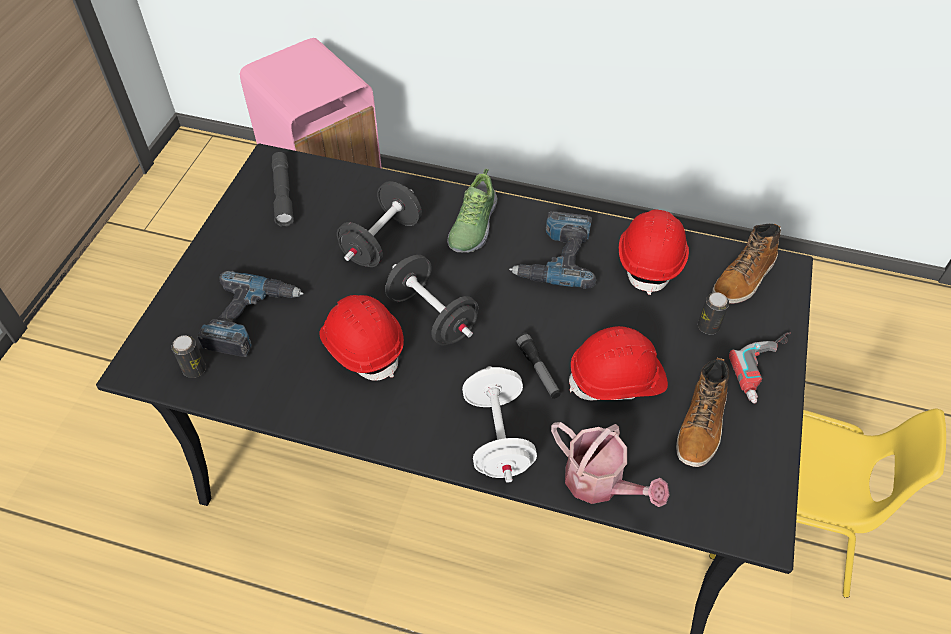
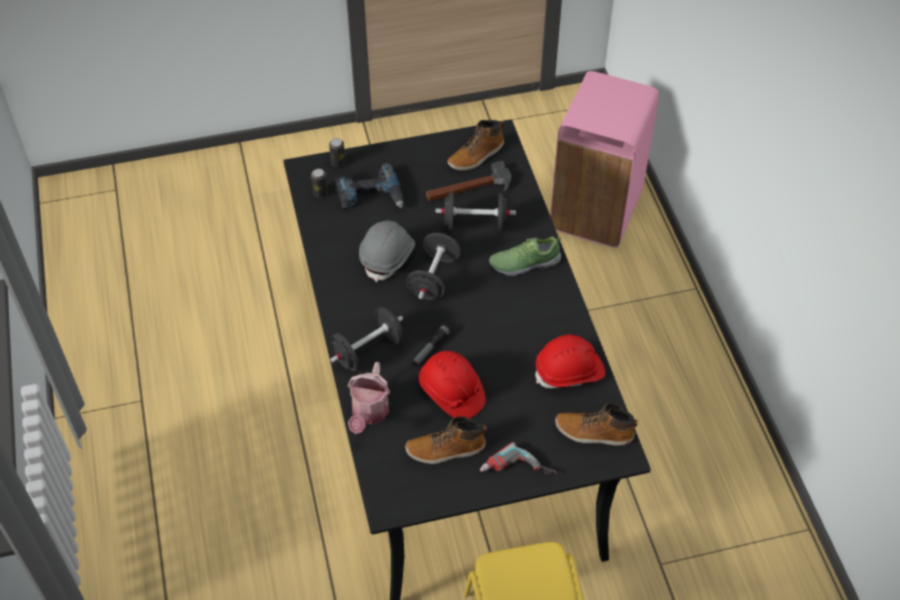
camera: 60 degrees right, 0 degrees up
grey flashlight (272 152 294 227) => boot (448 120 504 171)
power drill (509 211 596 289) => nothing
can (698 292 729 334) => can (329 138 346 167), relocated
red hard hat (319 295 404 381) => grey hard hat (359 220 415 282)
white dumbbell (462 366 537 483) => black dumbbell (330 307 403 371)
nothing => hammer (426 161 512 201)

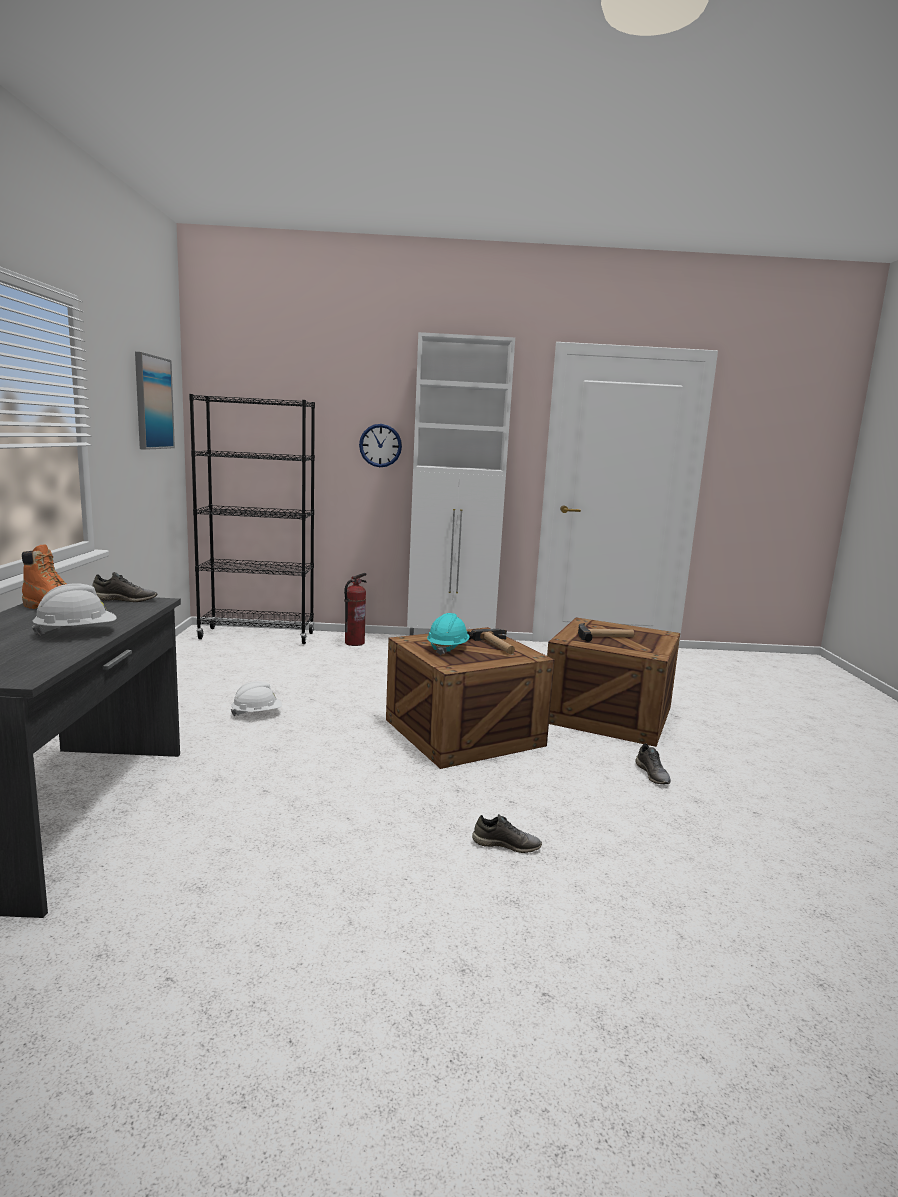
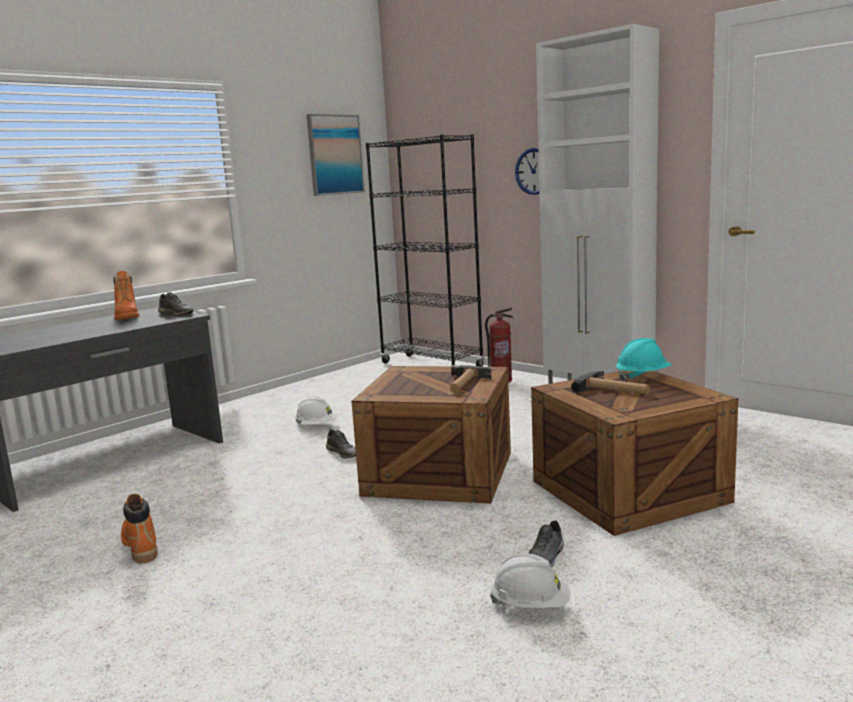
camera: 45 degrees right, 0 degrees up
white hard hat (32 583 117 637) => white hard hat (490 554 570 608), relocated
turquoise hard hat (427 613 469 655) => turquoise hard hat (616 338 672 381), relocated
grey shoe (472 814 542 853) => grey shoe (326 429 356 458), relocated
nothing => orange boot (121 494 158 564)

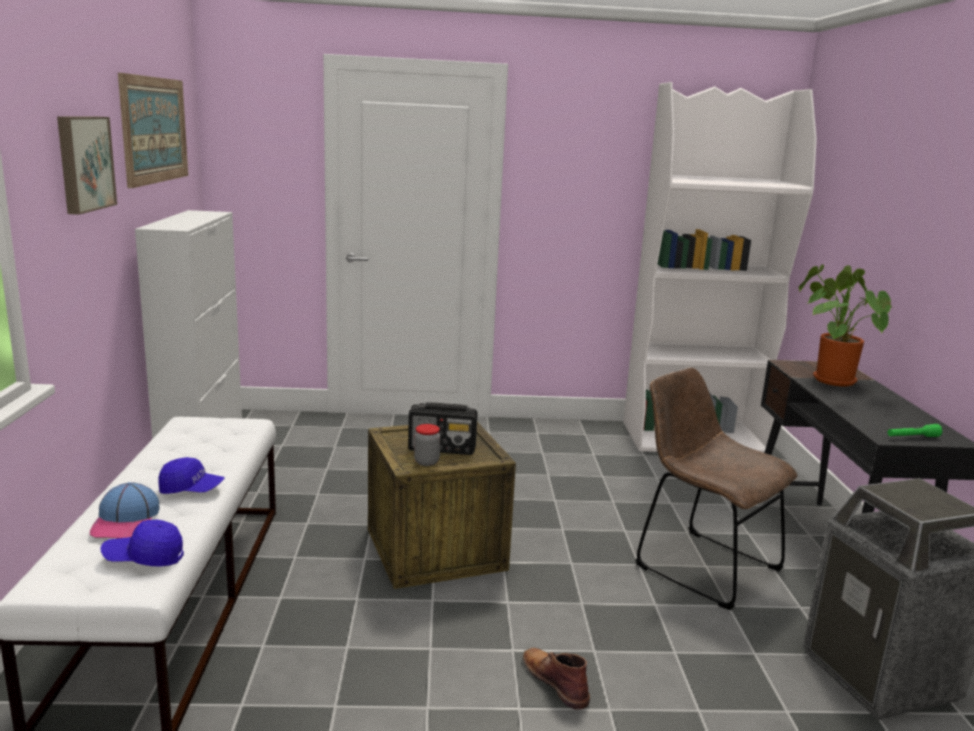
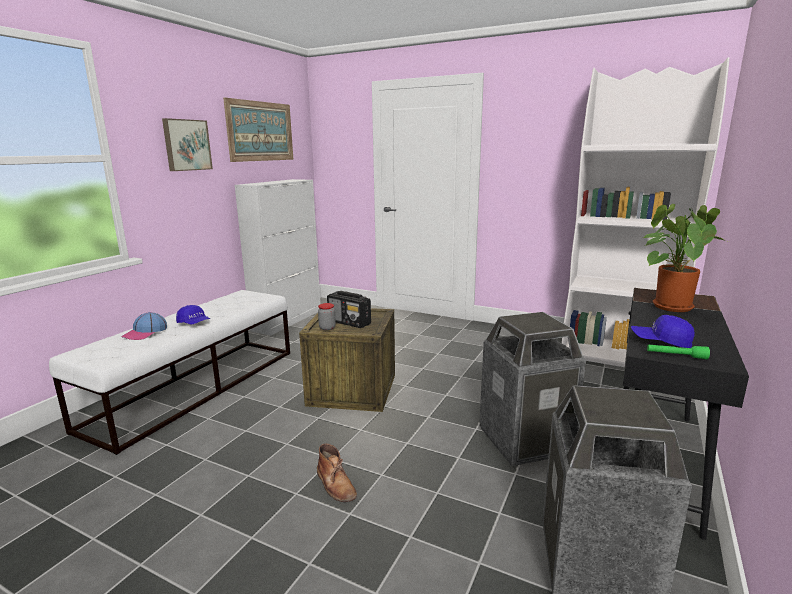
camera: 30 degrees right, 0 degrees up
brown chair (636 367 797 610) => trash can (479 312 586 466)
blue cap (101 520 184 566) => blue cap (631 315 695 348), relocated
brown boot (523 648 590 710) => brown boot (317 443 357 502), 150 degrees clockwise

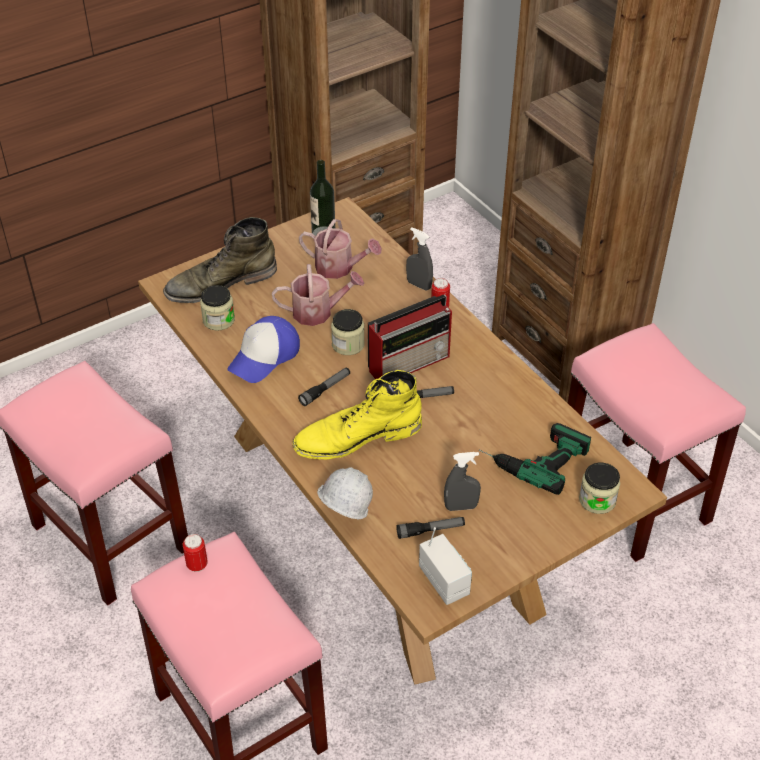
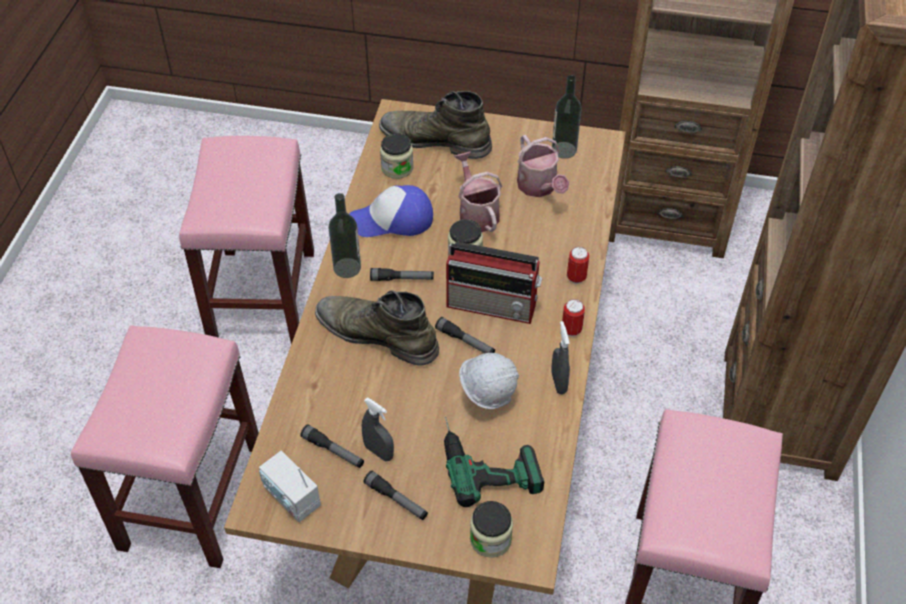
camera: 45 degrees right, 5 degrees up
grey spray bottle (406 227 433 290) => grey spray bottle (551 321 570 394), relocated
watering can (272 264 364 326) => watering can (454 152 502 232), 150 degrees counterclockwise
yellow boot (293 370 422 460) => green boot (315 290 439 365)
white hard hat (317 467 373 519) => white hard hat (459 353 519 410), relocated
radio (419 527 472 605) => radio (259 451 321 522), 120 degrees clockwise
can (183 534 208 572) => can (562 299 585 337), relocated
nothing => bottle (328 193 361 278)
nothing => flashlight (363 471 428 520)

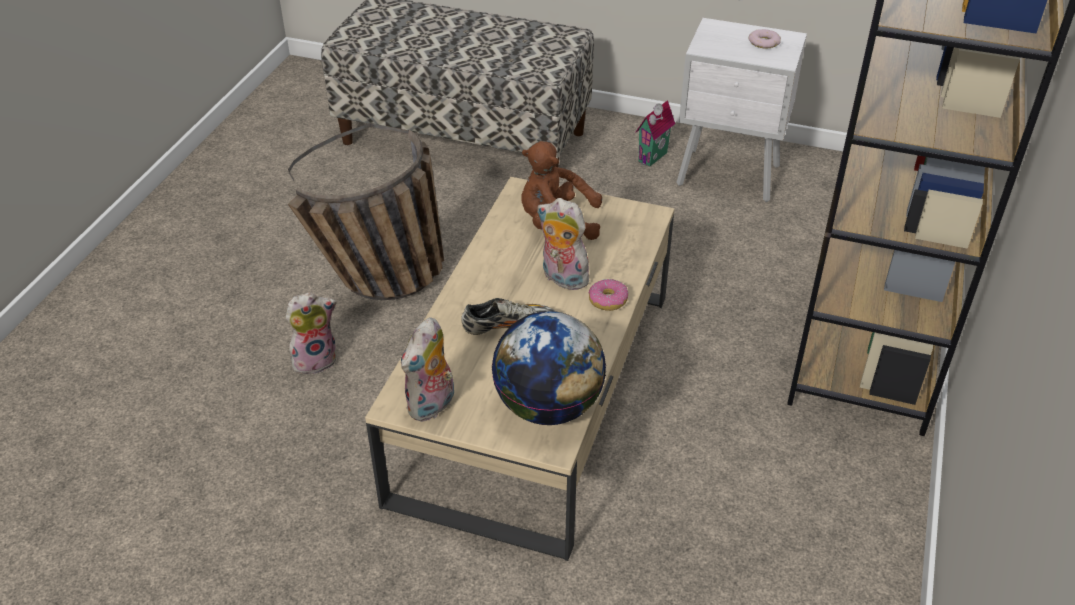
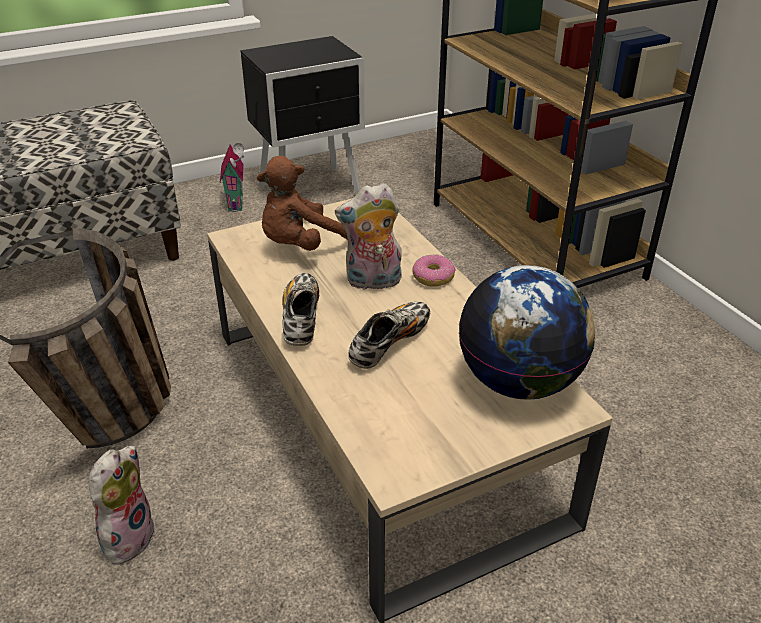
camera: 45 degrees left, 5 degrees down
white nightstand (676 18 807 202) => black nightstand (240 36 365 194)
donut (749 29 781 49) => nothing
plush toy (401 318 454 422) => nothing
nothing => shoe (282 273 319 346)

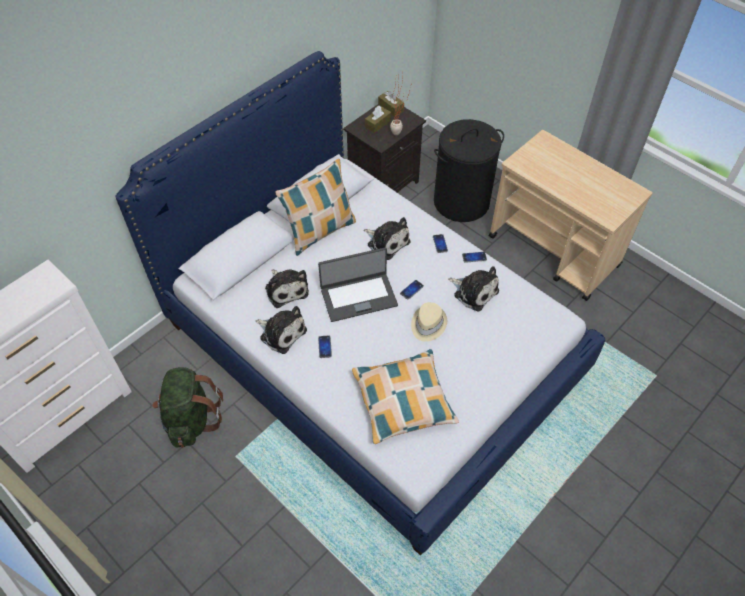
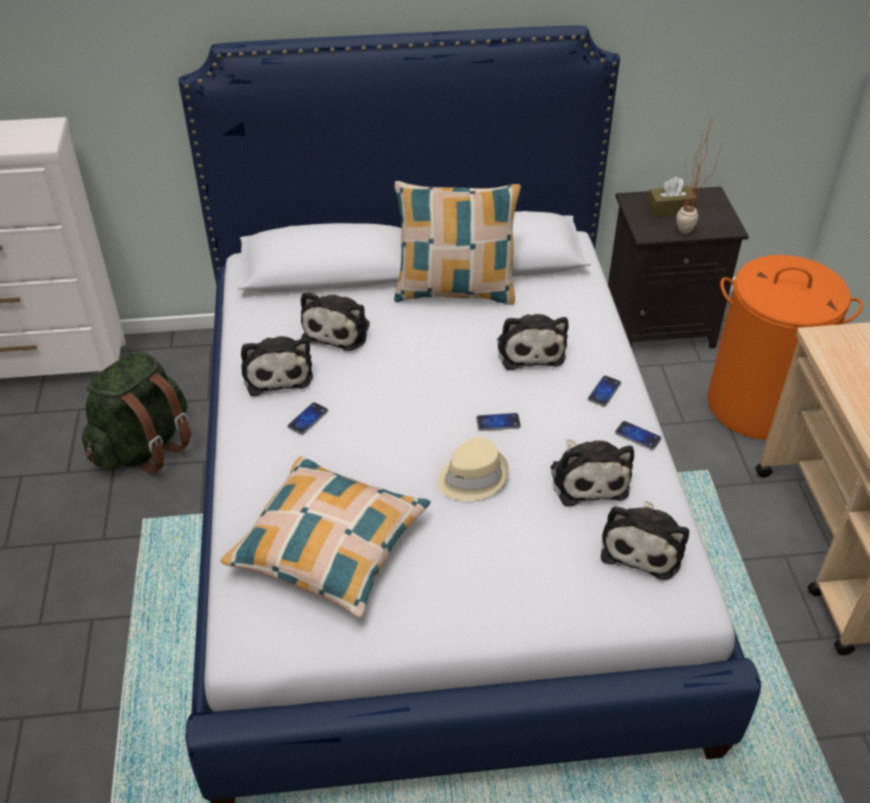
camera: 40 degrees right, 10 degrees down
brown tissue box (378 91 404 117) => nothing
black laundry basket (434 119 504 222) => orange laundry basket (707 255 863 440)
laptop (318 247 398 322) => nothing
nothing => plush toy (601 501 689 580)

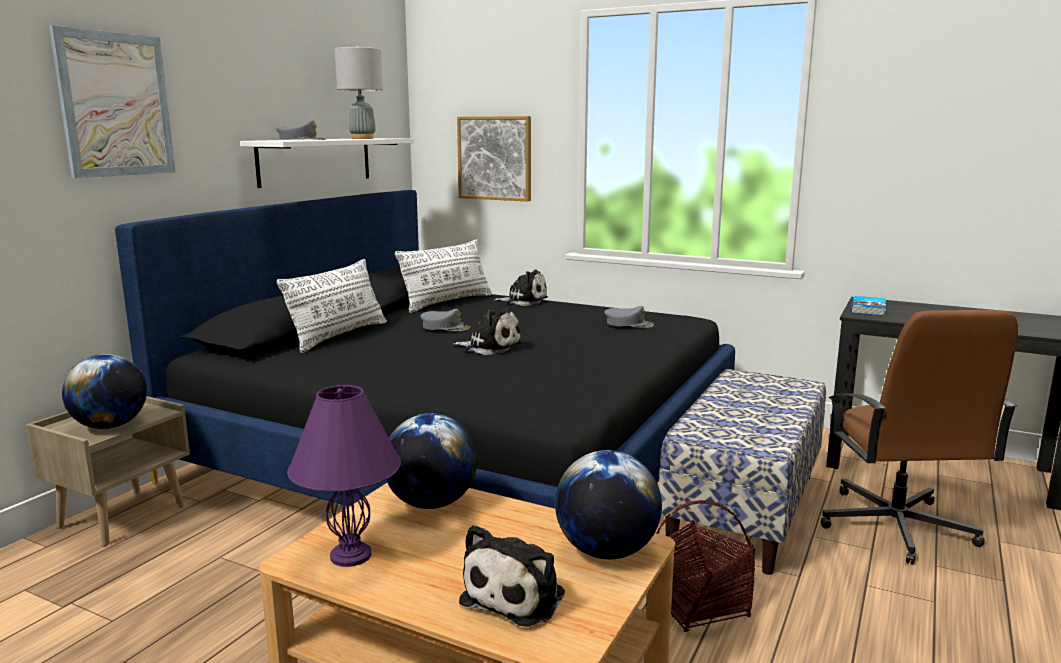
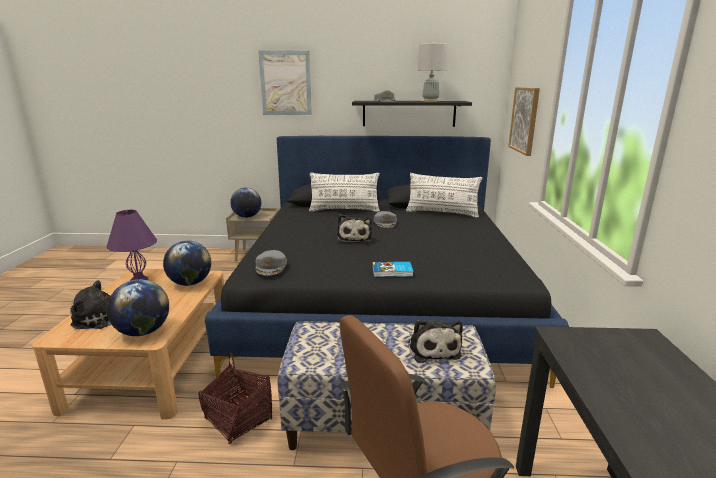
camera: 65 degrees right, 5 degrees up
white shelf (240 138 414 188) => black shelf (352 101 472 127)
plush toy (494 269 548 306) => plush toy (408 320 463 363), relocated
book (852 296 886 316) => book (372 262 413 277), relocated
grey cap (604 306 654 328) => grey cap (256 250 287 276), relocated

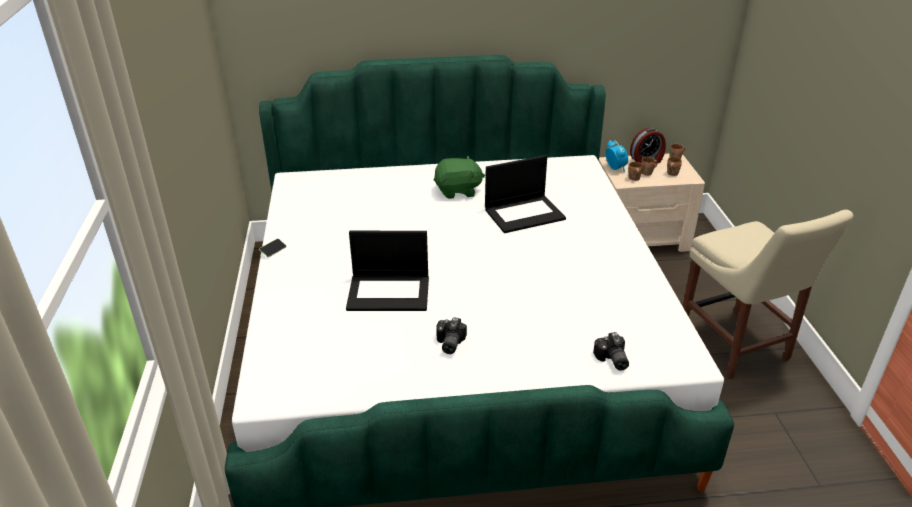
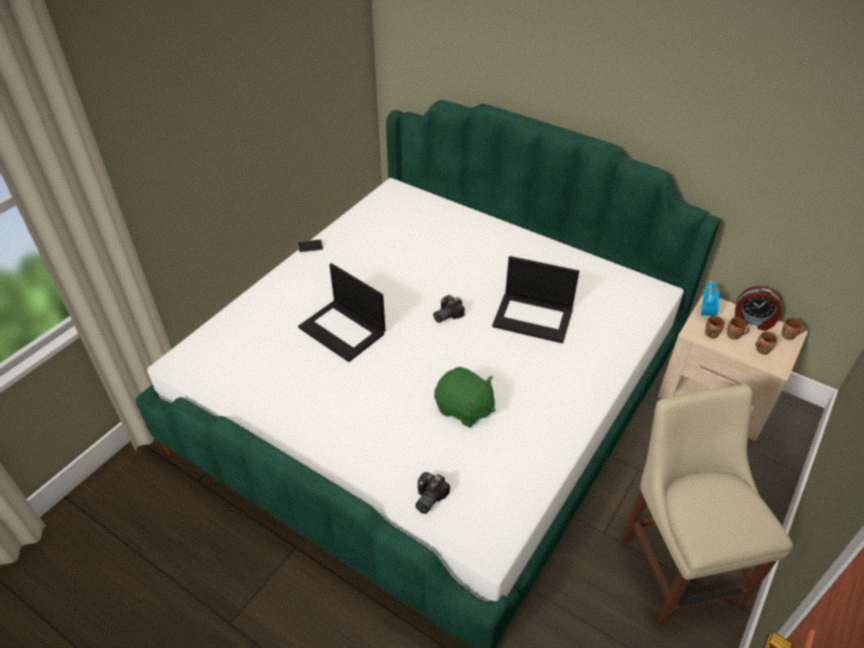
camera: 40 degrees right, 10 degrees up
green plush toy (434 156 485 199) => green plush toy (434 367 495 428), relocated
beige chair (683 210 854 379) => beige chair (621 385 793 627), 150 degrees clockwise
photo camera (436 317 467 354) => photo camera (433 295 465 323), relocated

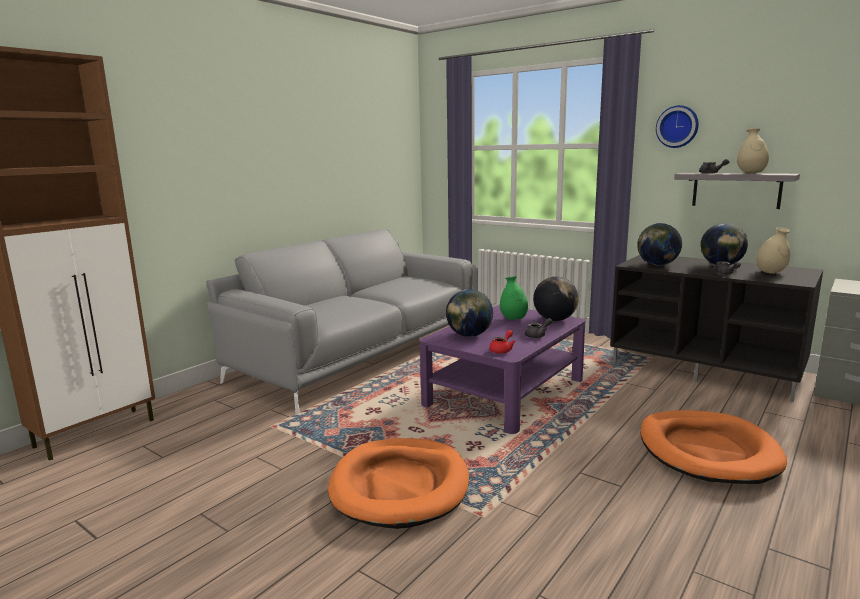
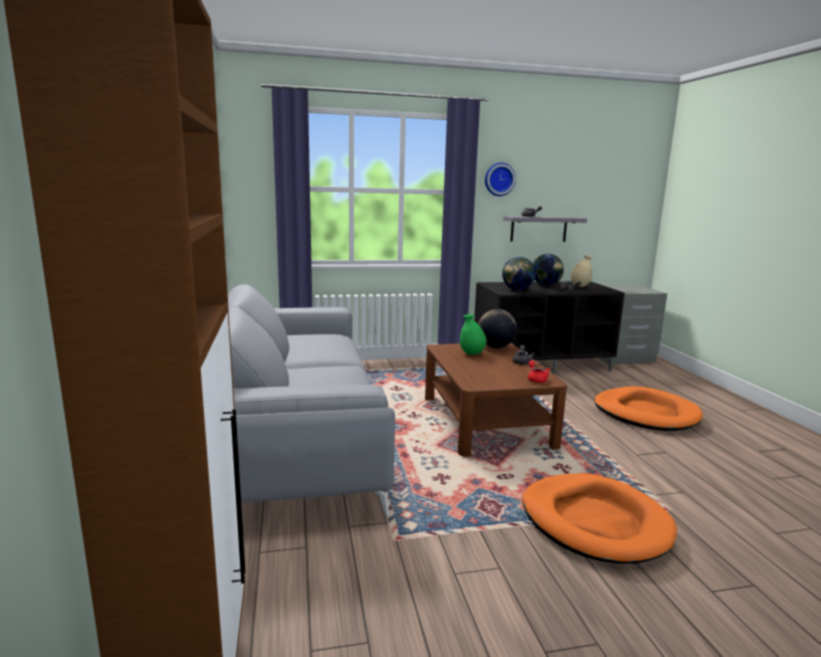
camera: 50 degrees left, 0 degrees up
beige vase (737 128 769 173) => nothing
globe (446 289 493 337) => nothing
purple coffee table (420 305 586 434) => brown coffee table (425 343 567 457)

